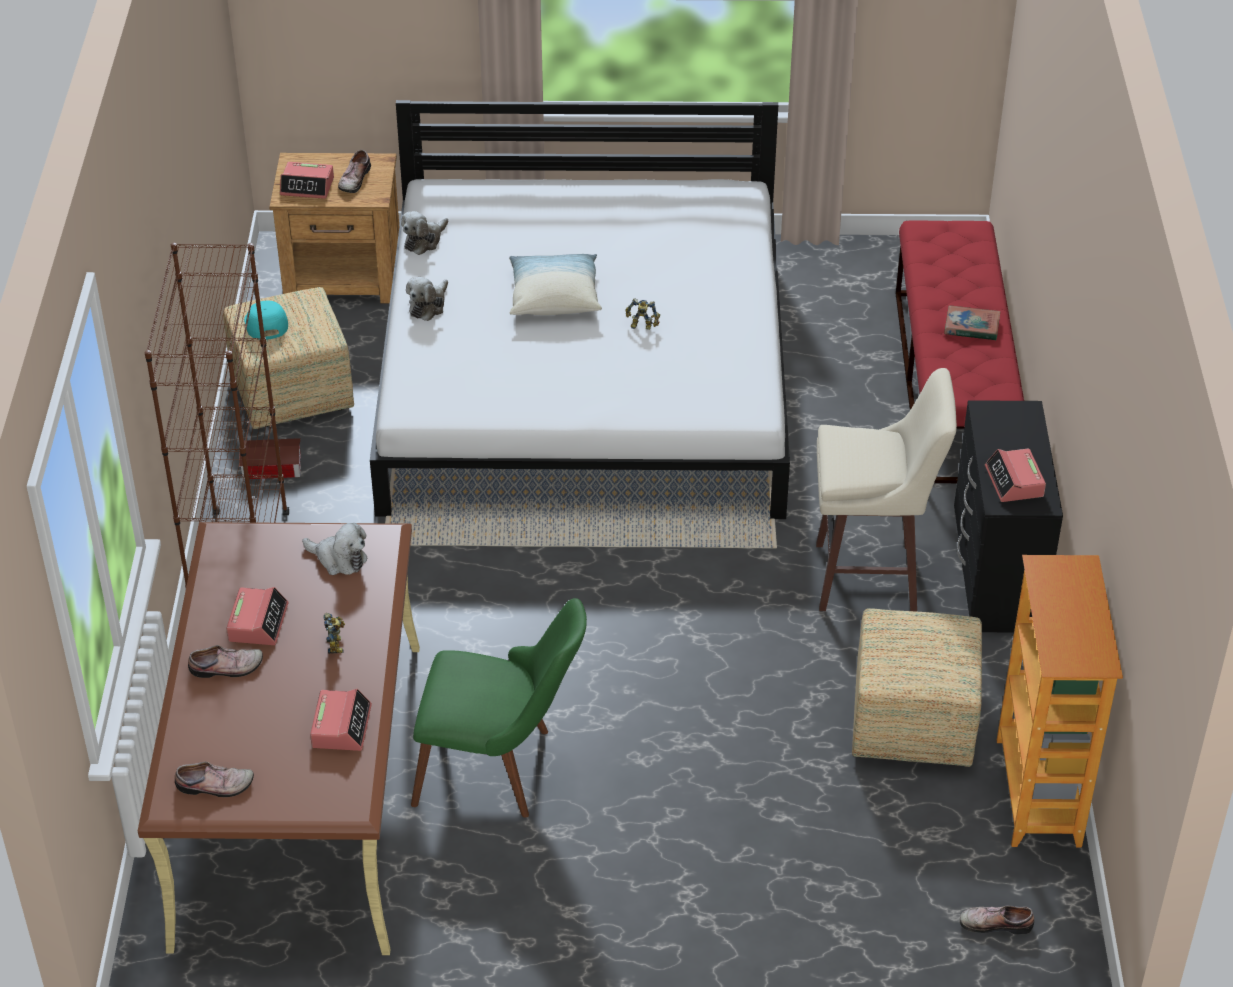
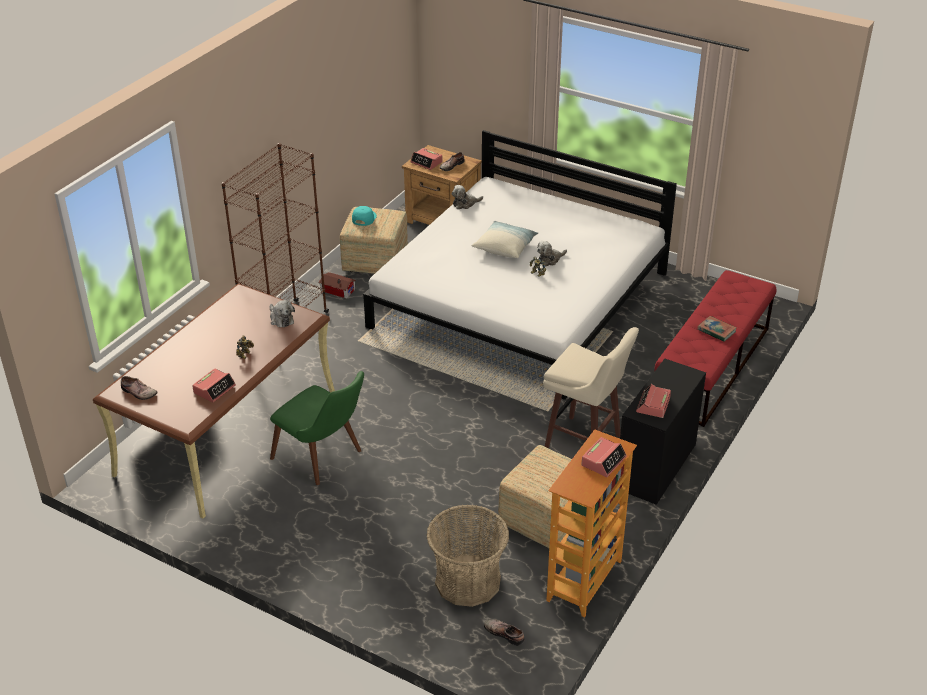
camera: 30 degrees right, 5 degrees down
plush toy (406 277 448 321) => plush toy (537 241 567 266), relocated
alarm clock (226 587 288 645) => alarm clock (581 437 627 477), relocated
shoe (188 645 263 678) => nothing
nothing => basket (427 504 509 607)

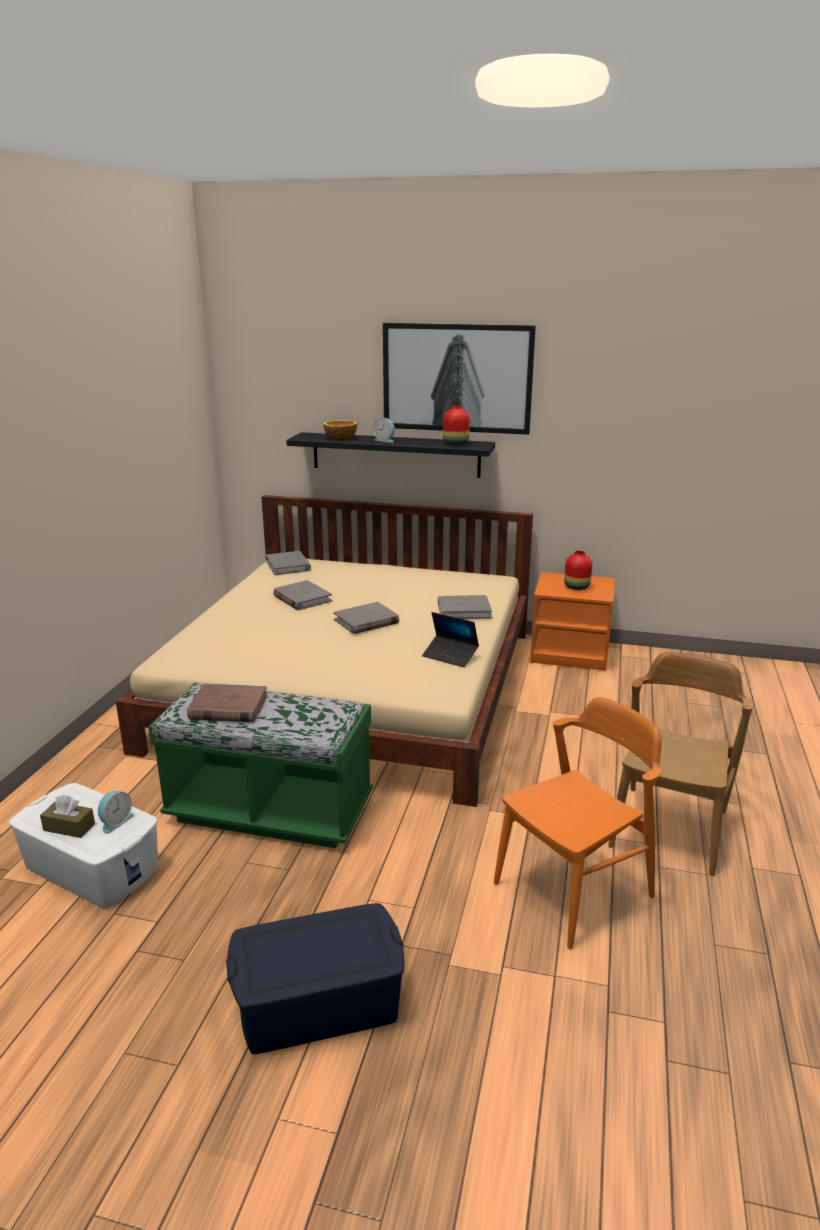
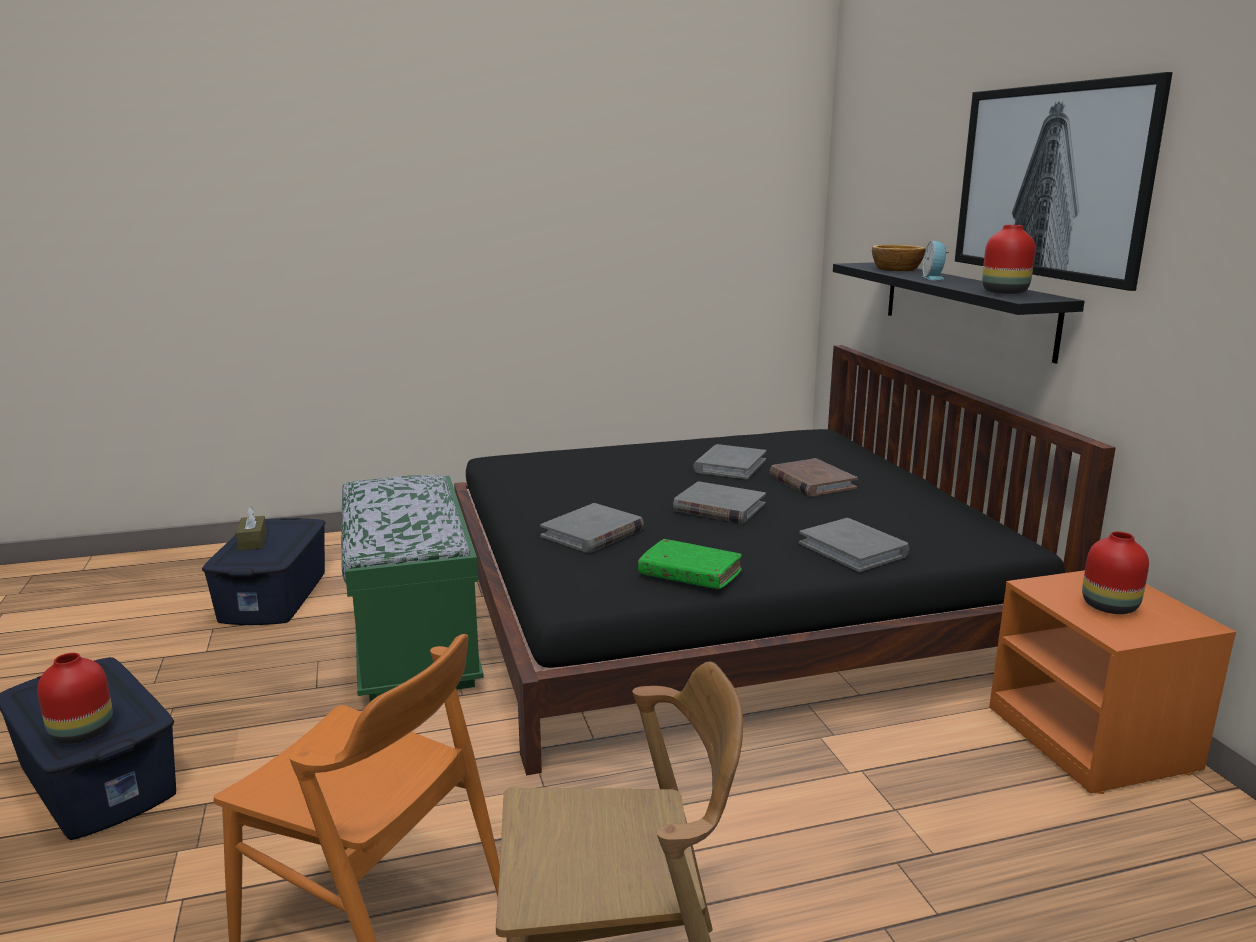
camera: 60 degrees right, 5 degrees down
beige bed (116 495 533 807) => black bed (454 345 1116 775)
grey book (266 551 311 575) => grey book (540 503 644 553), relocated
laptop (422 612 479 667) => green book (638 539 742 589)
brown book (187 684 267 723) => brown book (769 458 858 497), relocated
white storage box (9 783 158 909) => blue storage box (202 518 326 625)
alarm clock (98 791 134 834) => nothing
nothing => red vase (37 653 113 744)

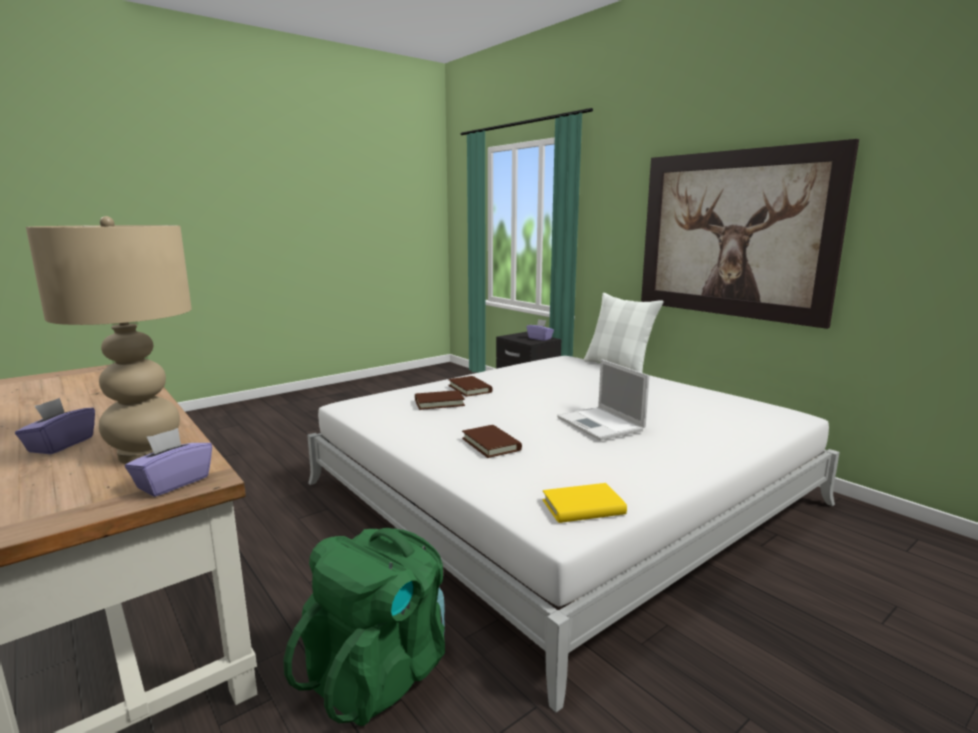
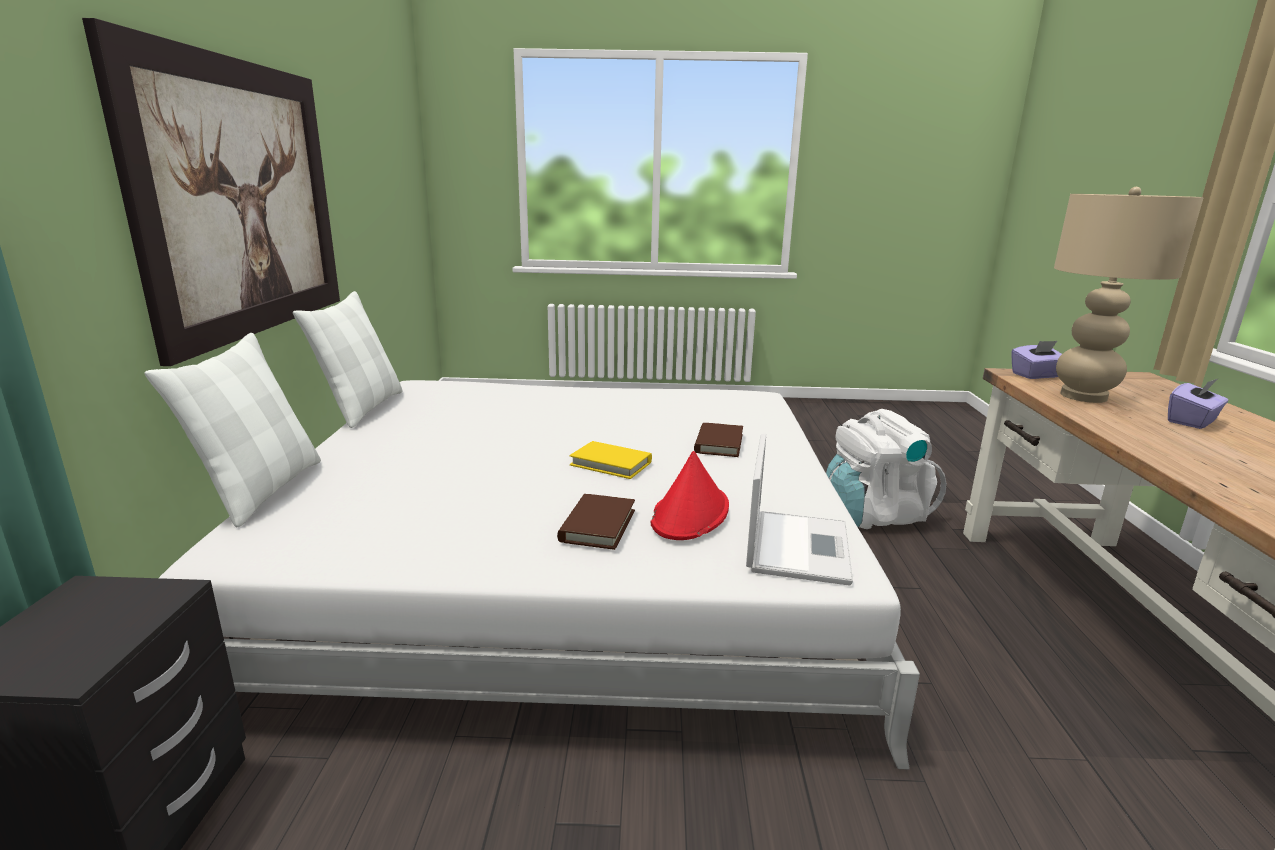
camera: 140 degrees left, 5 degrees up
purple tissue box (527 319 554 341) => nothing
laptop (557 359 650 440) => laptop (746 434 853 586), relocated
brown book (415 390 465 410) => red hat (650 451 729 540)
yellow book (542 483 627 523) => yellow book (569 441 652 479), relocated
green backpack (283 528 445 726) => white backpack (826 409 947 529)
nothing => white pillow (293 291 402 428)

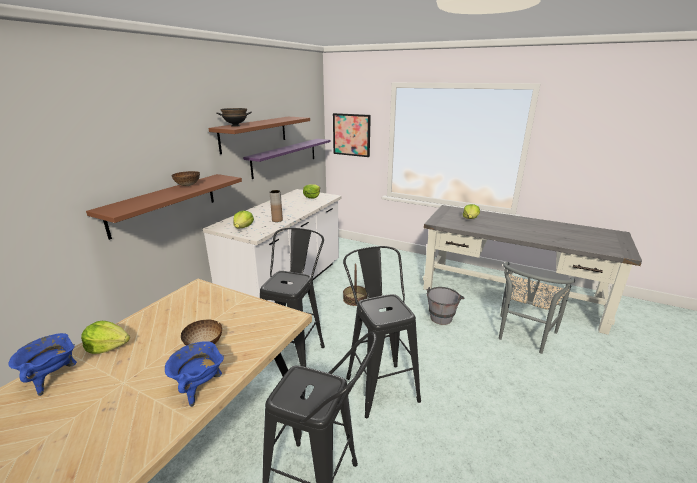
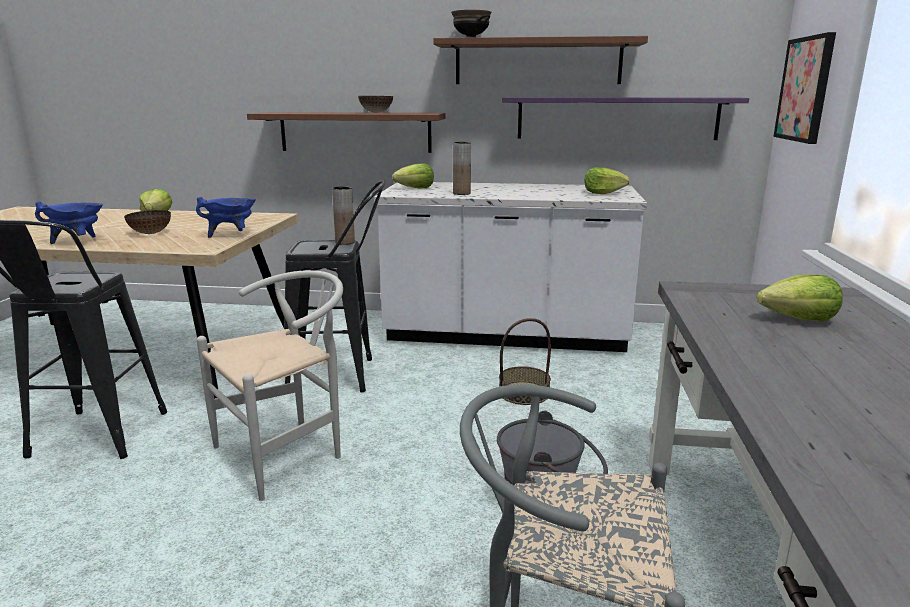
camera: 70 degrees right, 5 degrees down
black stool (343 246 421 418) => white chair (197 270 343 501)
blue cooking pot (8 333 77 396) => blue cooking pot (196 197 256 238), relocated
nothing => brown vase (332 186 355 245)

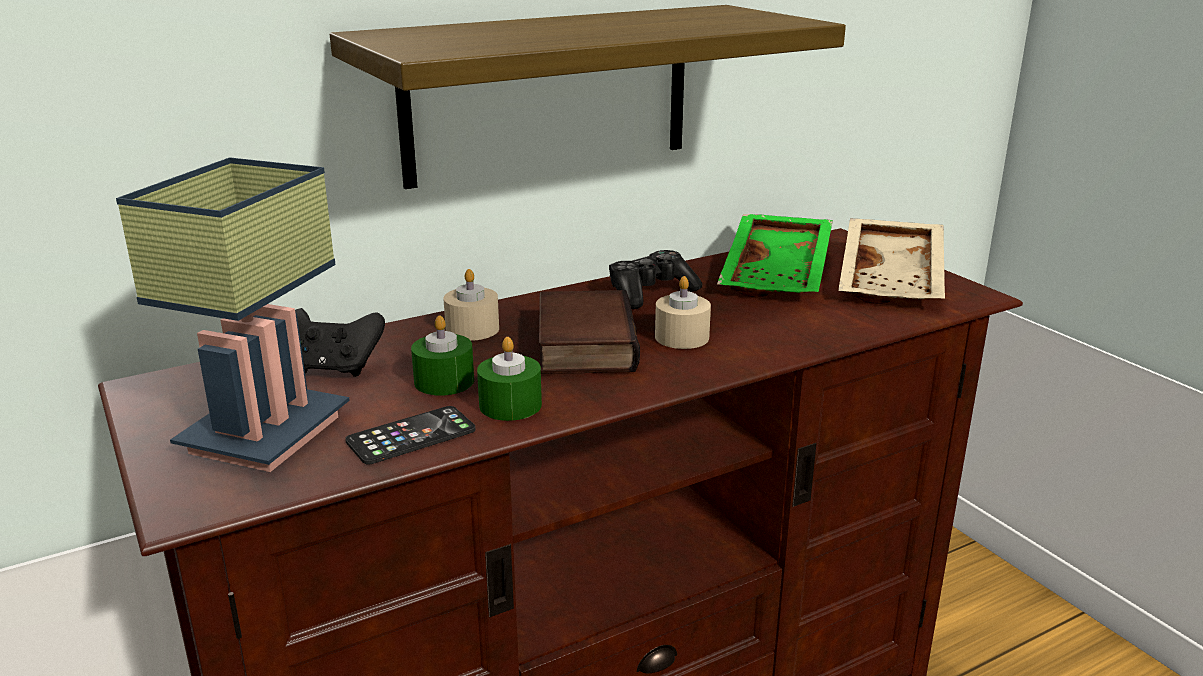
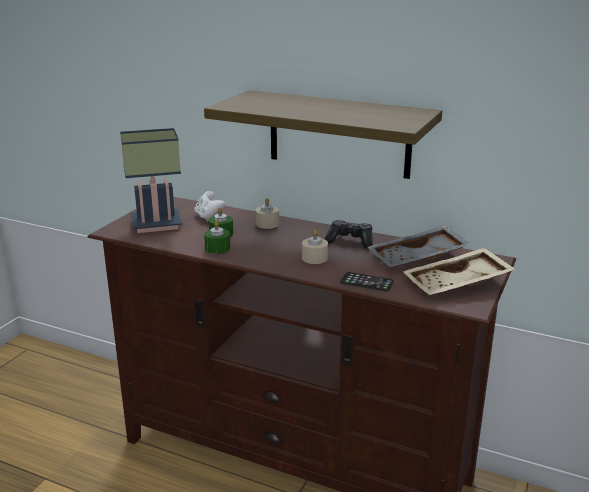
camera: 55 degrees right, 0 degrees up
green tray (717 214 833 297) => grey tray (368 225 471 267)
book (539 290 640 374) => nothing
black game controller (295 308 385 377) => white game controller (194 191 225 221)
phone (345 406 476 465) => phone (340 272 394 292), relocated

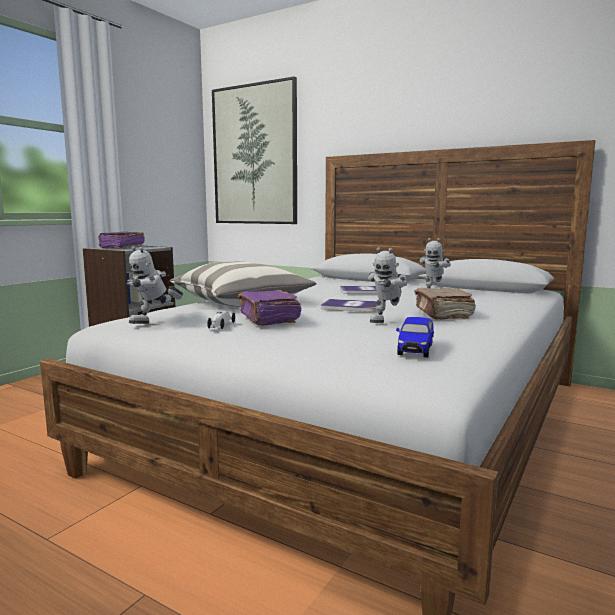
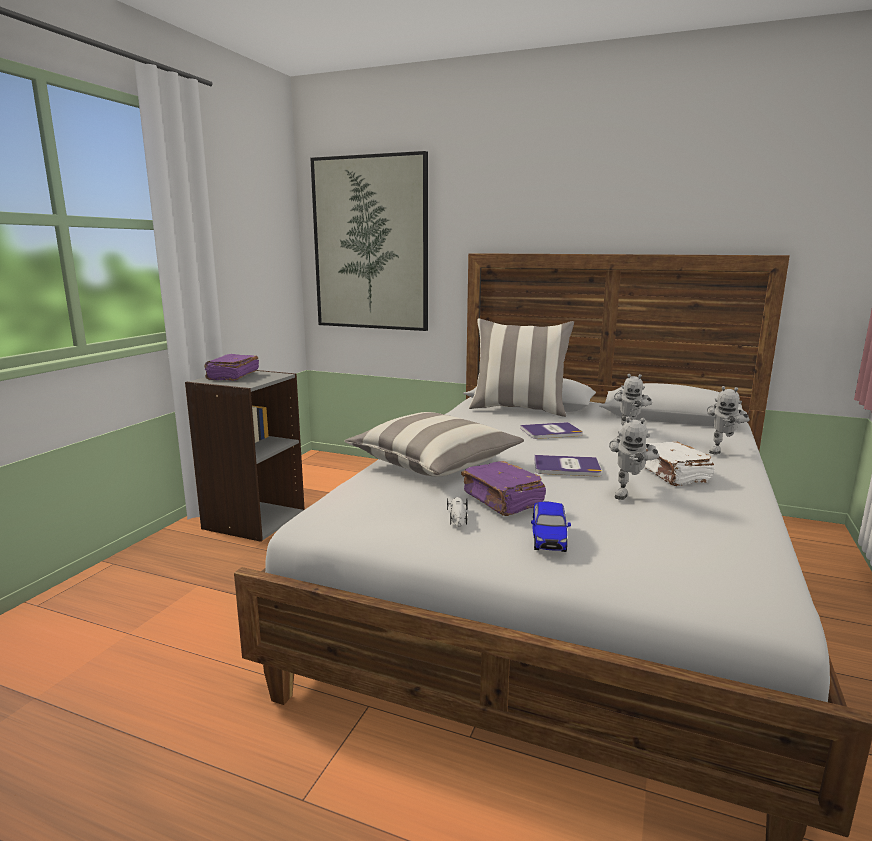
camera: 10 degrees left, 5 degrees up
toy robot (127 246 183 324) => toy robot (707 386 750 454), relocated
brown book (414 288 476 320) => white book (644 441 715 486)
toy car (396 317 434 357) => toy car (531 502 571 552), relocated
nothing => pillow (469 319 574 417)

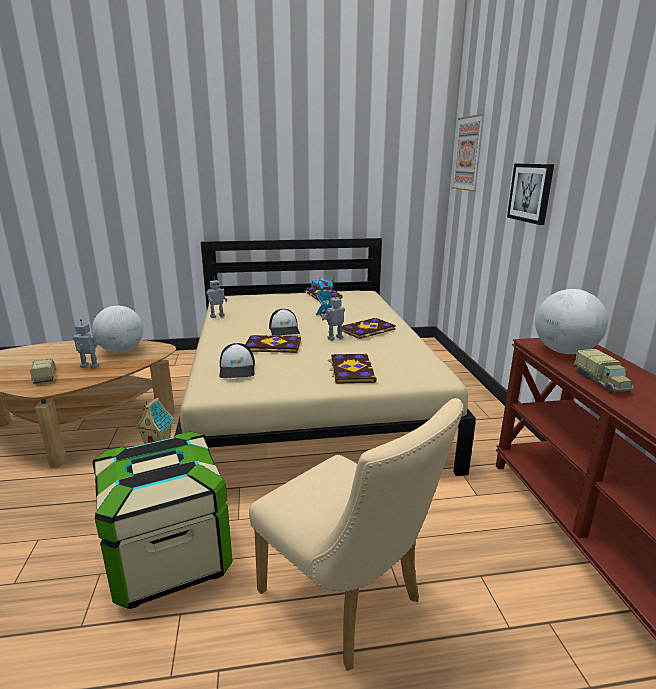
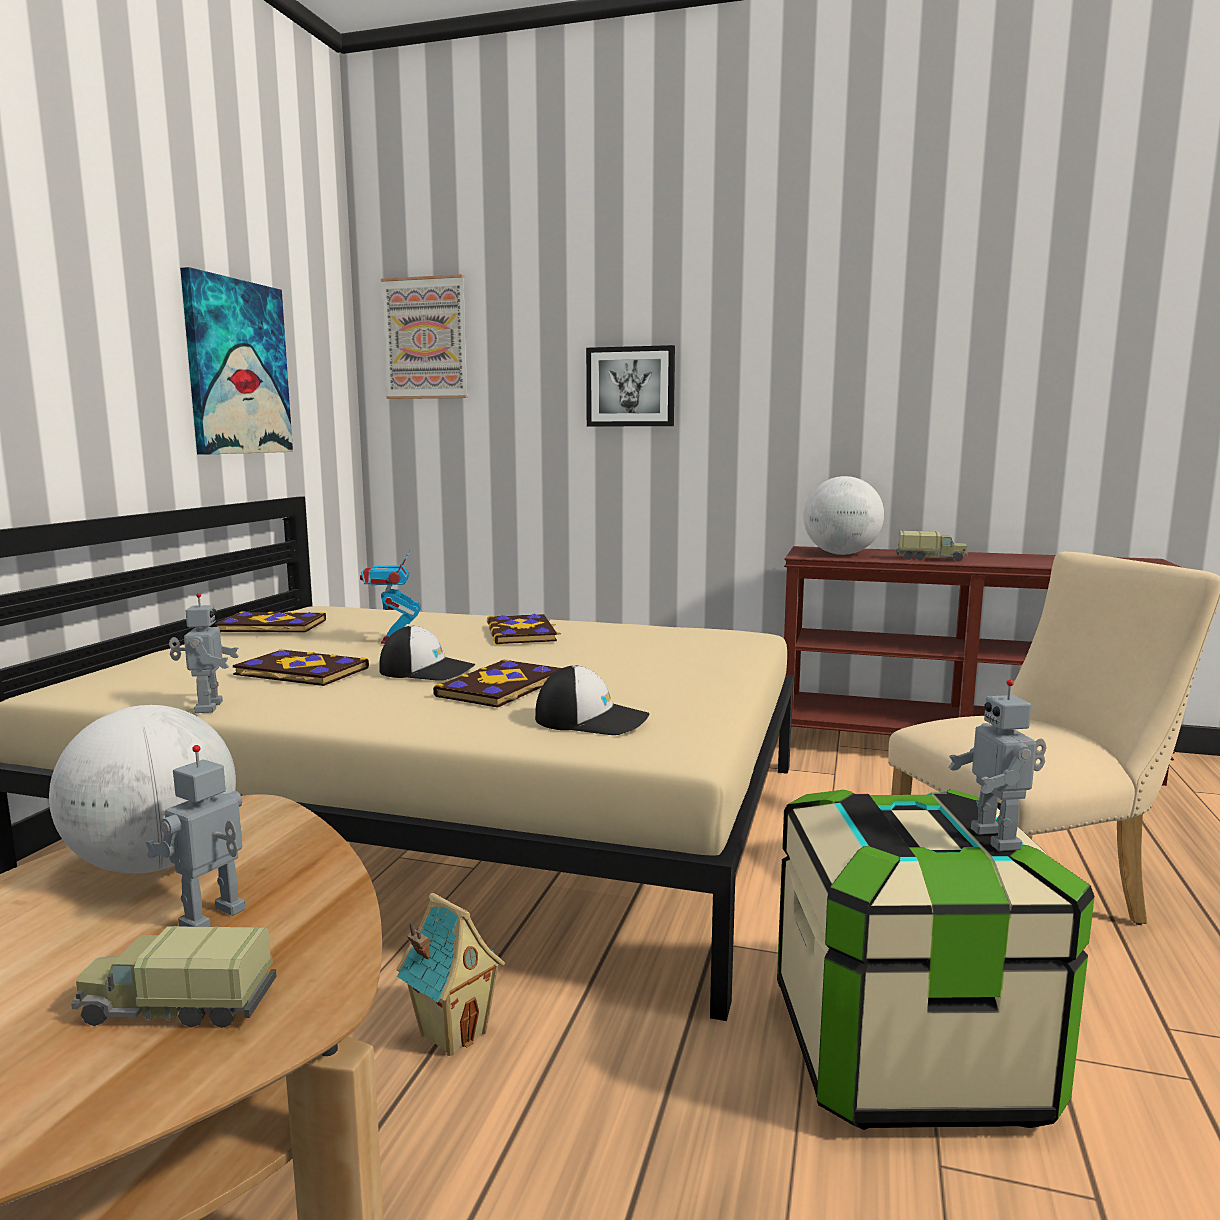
camera: 65 degrees left, 10 degrees down
toy robot (322 293 345 341) => toy robot (948 680 1047 851), relocated
book (328 353 377 384) => book (233 649 369 686), relocated
nothing => picture (180 267 293 455)

